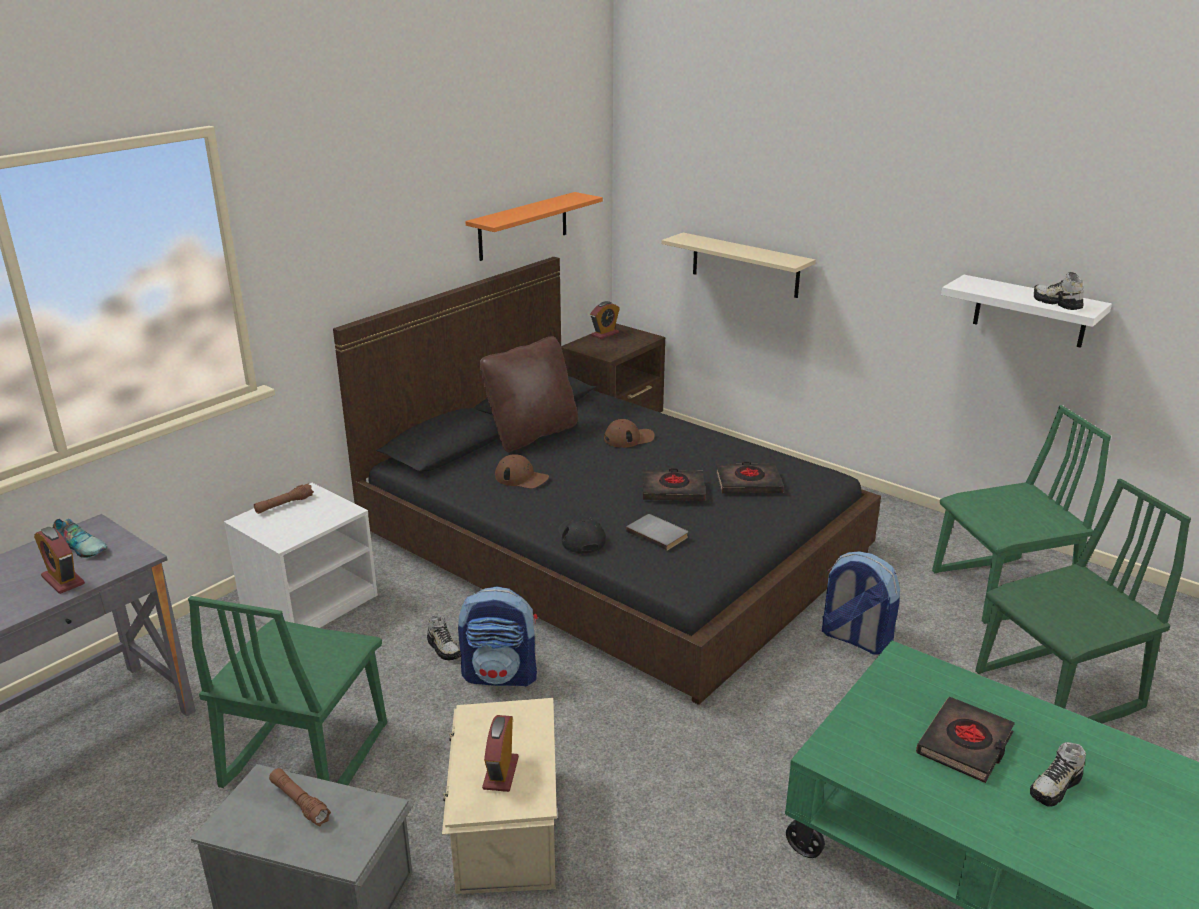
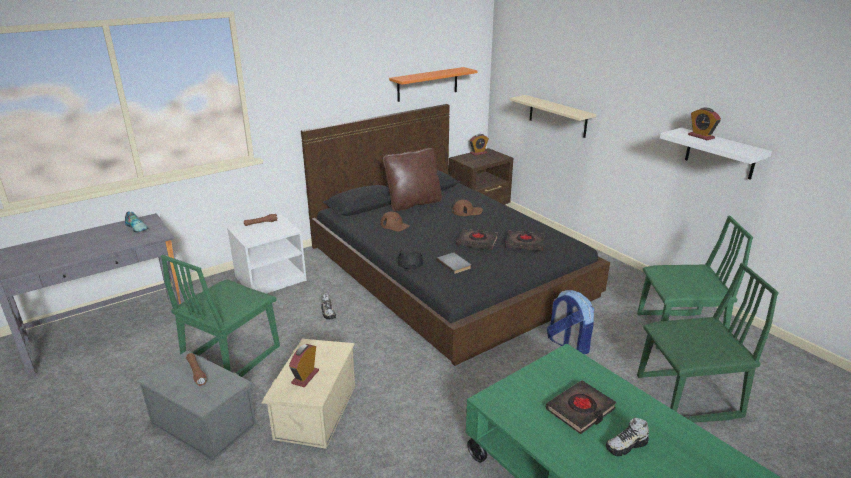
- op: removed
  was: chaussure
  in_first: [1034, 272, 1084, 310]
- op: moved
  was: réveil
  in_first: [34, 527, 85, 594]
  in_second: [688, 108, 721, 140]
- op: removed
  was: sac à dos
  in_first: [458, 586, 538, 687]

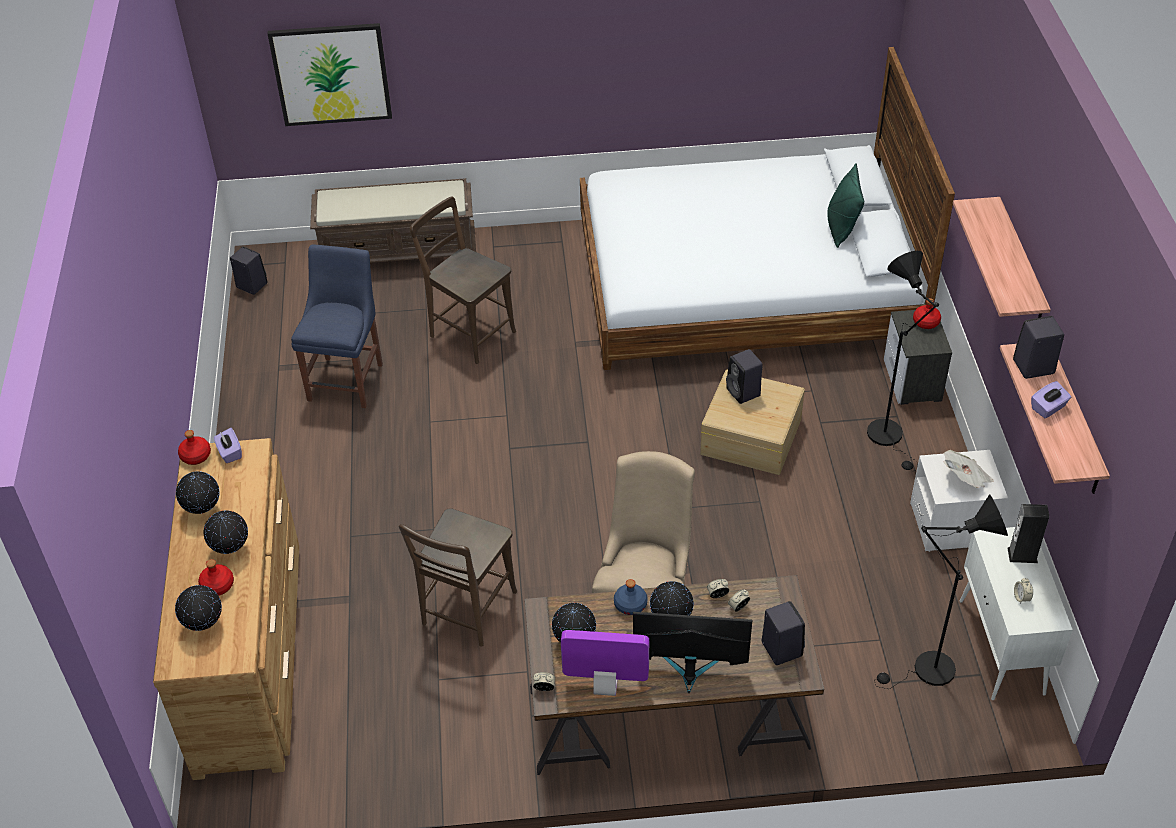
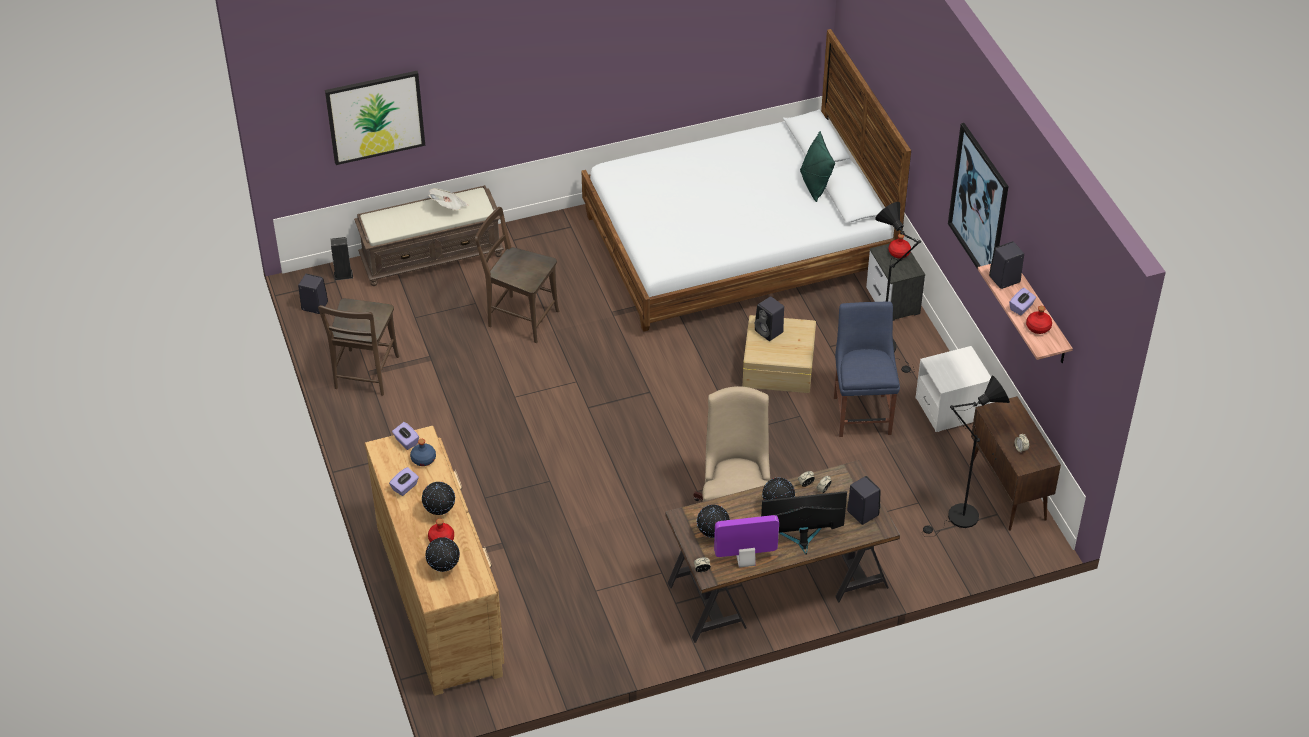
- op: replaced
  was: étagère
  now: tableau
  in_first: [953, 197, 1051, 318]
  in_second: [948, 123, 1009, 269]
- op: moved
  was: chaise [bleu]
  in_first: [291, 244, 383, 408]
  in_second: [833, 302, 900, 437]
- op: moved
  was: bouteille [rouge]
  in_first: [178, 430, 211, 465]
  in_second: [1026, 306, 1052, 334]
- op: moved
  was: journal
  in_first: [943, 450, 994, 488]
  in_second: [428, 188, 468, 211]
- op: replaced
  was: globe
  now: boîte à mouchoirs [violet]
  in_first: [176, 471, 220, 514]
  in_second: [389, 467, 419, 496]
- op: moved
  was: enceinte
  in_first: [1008, 504, 1049, 563]
  in_second: [330, 237, 353, 281]
- op: moved
  was: chaise [marron]
  in_first: [399, 508, 517, 647]
  in_second: [318, 298, 399, 396]
- op: recoloured
  was: meuble de rangement [blanc]
  now: meuble de rangement [marron]
  in_first: [960, 527, 1073, 700]
  in_second: [970, 396, 1061, 531]
- op: moved
  was: bouteille [bleu]
  in_first: [614, 579, 648, 615]
  in_second: [410, 439, 436, 466]

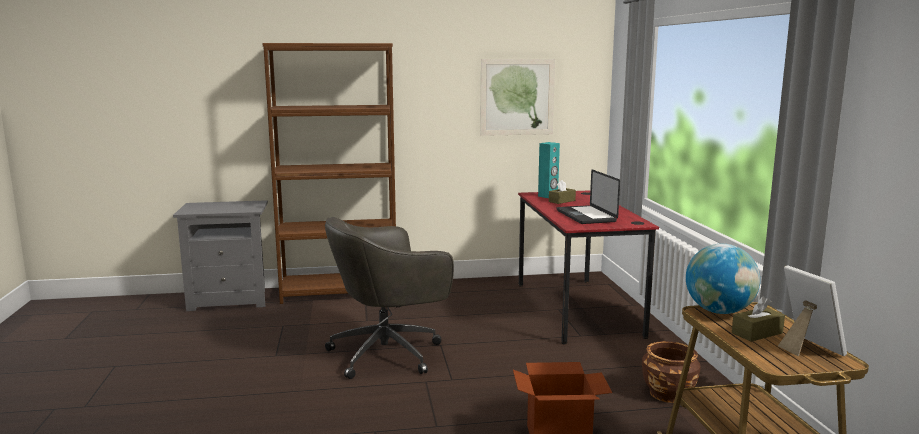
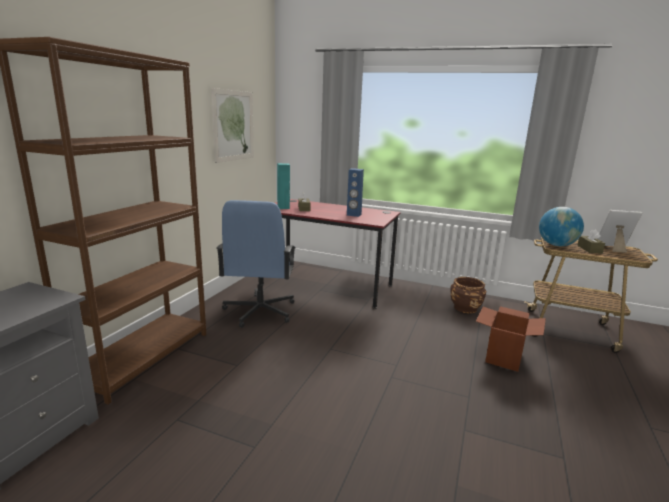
- op: replaced
  was: ordinateur portable
  now: enceinte [bleu]
  in_first: [556, 169, 620, 224]
  in_second: [347, 168, 364, 217]
- op: removed
  was: chaise de bureau [gris]
  in_first: [325, 217, 454, 379]
- op: added
  now: chaise de bureau [bleu]
  in_second: [216, 200, 296, 328]

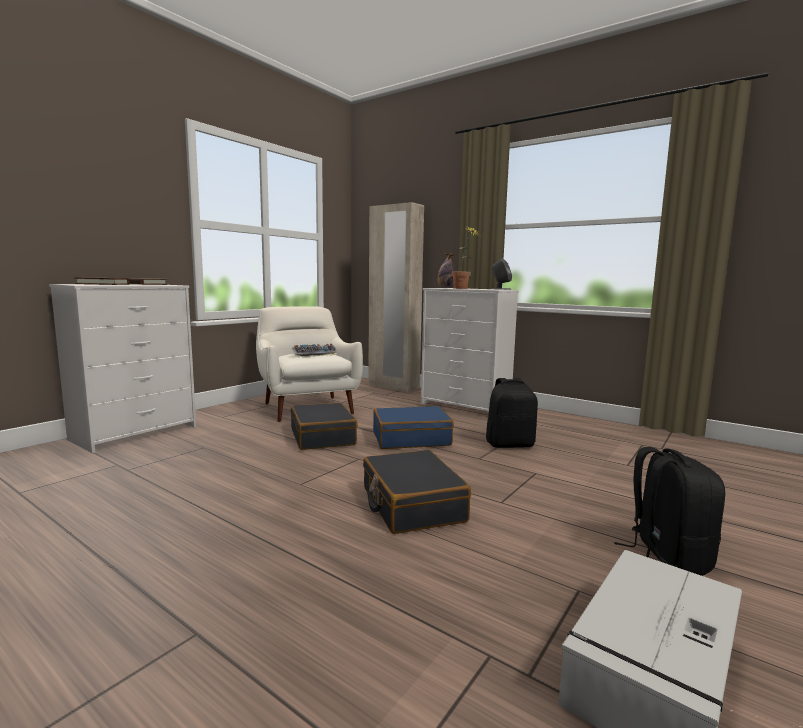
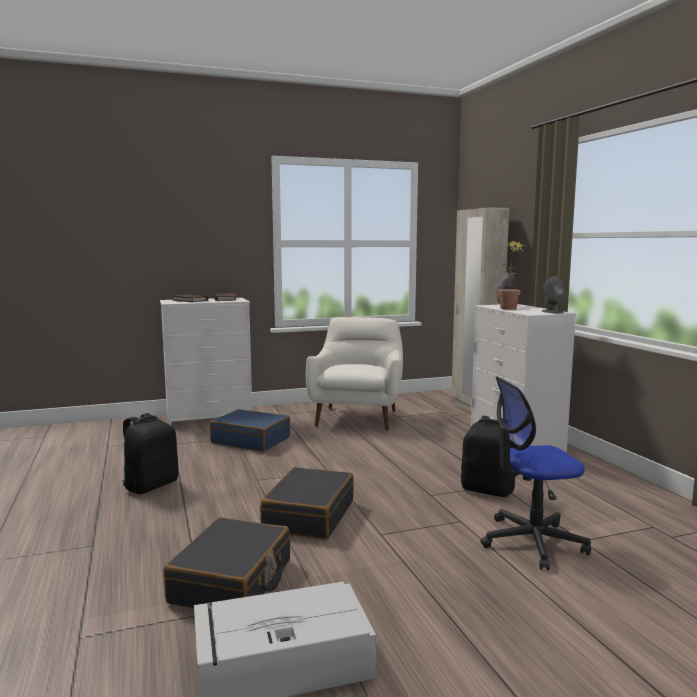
- op: removed
  was: clavier
  in_first: [291, 344, 338, 357]
- op: moved
  was: valise [noir]
  in_first: [291, 402, 358, 450]
  in_second: [163, 517, 290, 608]
- op: moved
  was: valise [bleu]
  in_first: [373, 406, 454, 449]
  in_second: [210, 409, 290, 451]
- op: moved
  was: sac à dos [noir]
  in_first: [614, 447, 725, 576]
  in_second: [123, 413, 178, 494]
- op: added
  now: chaise de bureau
  in_second: [480, 376, 591, 570]

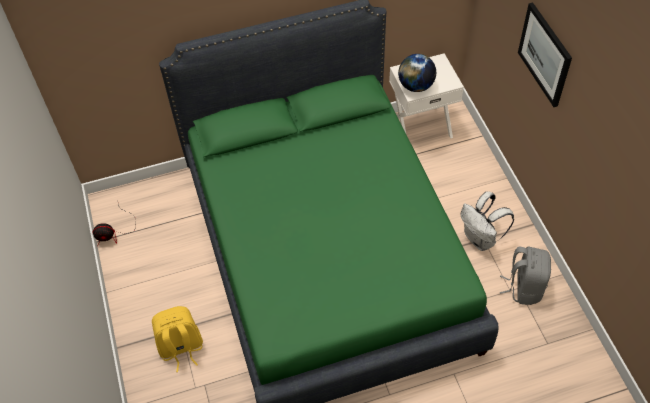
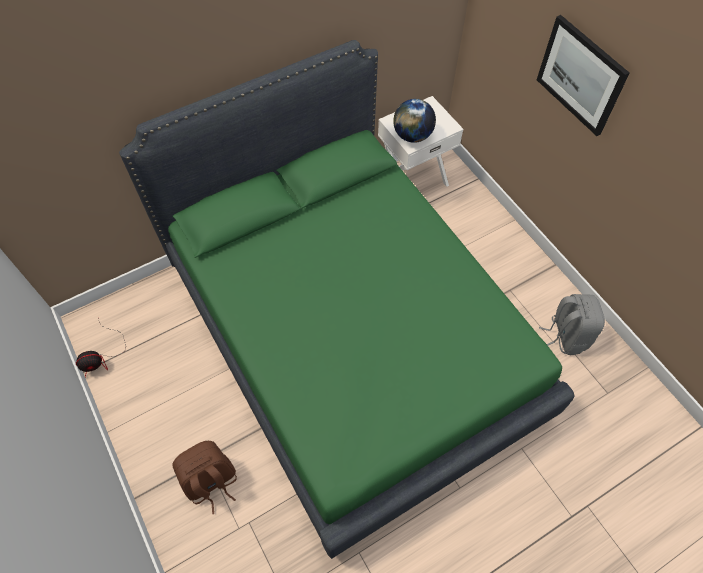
- op: removed
  was: sac à dos [blanc]
  in_first: [461, 191, 514, 251]
- op: recoloured
  was: sac à dos [jaune]
  now: sac à dos [marron]
  in_first: [152, 306, 203, 372]
  in_second: [172, 441, 237, 514]

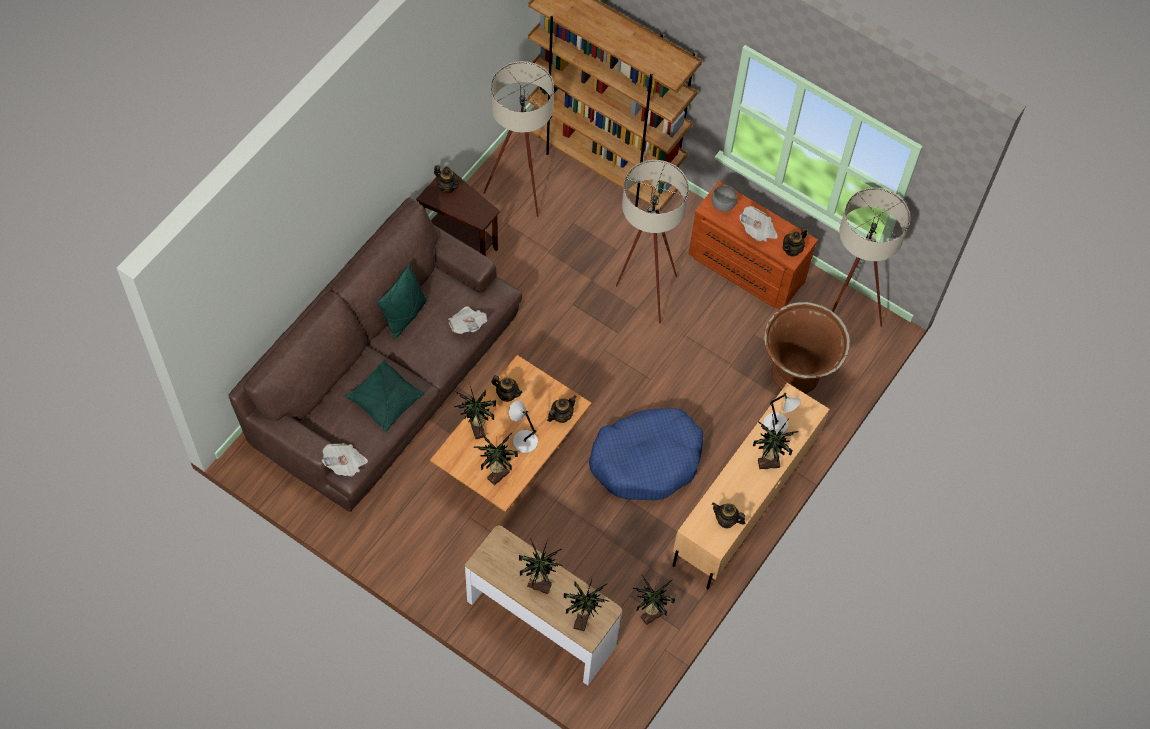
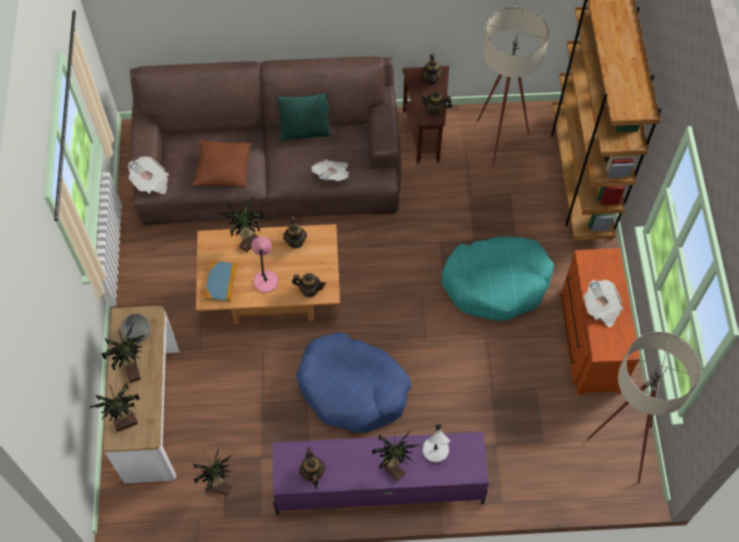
- op: replaced
  was: lampadaire [beige]
  now: panier pour chien [turquoise]
  in_first: [616, 160, 689, 324]
  in_second: [441, 237, 554, 321]
- op: moved
  was: bol [gris]
  in_first: [712, 185, 738, 212]
  in_second: [121, 314, 150, 343]
- op: moved
  was: théière
  in_first: [782, 227, 808, 257]
  in_second: [420, 91, 452, 116]
- op: removed
  was: cache-pot [marron]
  in_first: [764, 302, 850, 394]
- op: recoloured
  was: coussin [vert]
  now: coussin [marron]
  in_first: [344, 359, 425, 432]
  in_second: [192, 140, 252, 187]
- op: recoloured
  was: meuble télé [beige]
  now: meuble télé [violet]
  in_first: [673, 383, 830, 589]
  in_second: [272, 432, 489, 515]
- op: recoloured
  was: lampe de table [gris]
  now: lampe de table [rose]
  in_first: [509, 401, 538, 453]
  in_second: [251, 236, 278, 293]
- op: replaced
  was: plante en pot
  now: livre
  in_first: [474, 432, 518, 486]
  in_second: [204, 261, 237, 302]

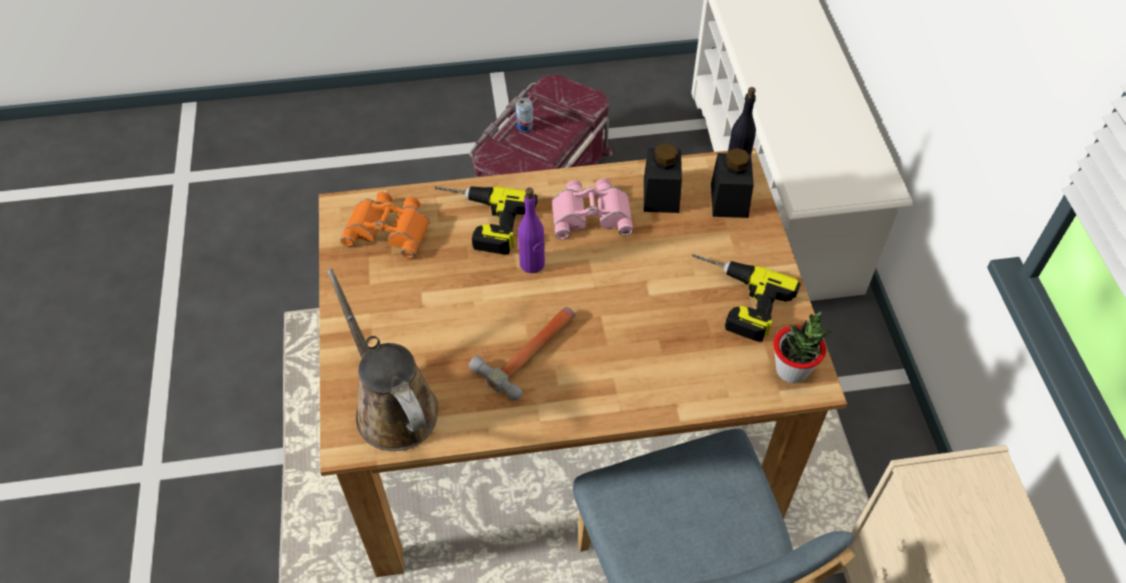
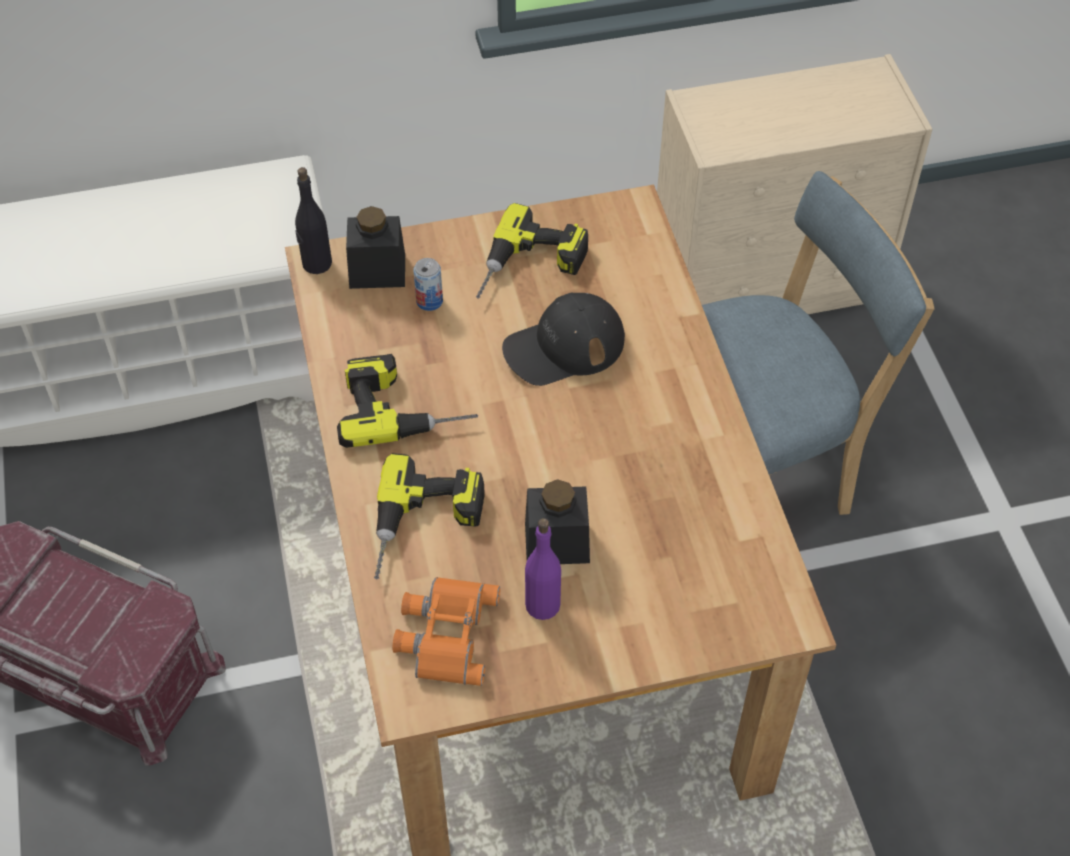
- op: moved
  was: boîte métallique
  in_first: [516, 98, 533, 131]
  in_second: [413, 258, 443, 311]
- op: moved
  was: bocal [noir]
  in_first: [644, 143, 682, 213]
  in_second: [525, 479, 590, 564]
- op: replaced
  was: jumelles [rose]
  now: perceuse
  in_first: [552, 179, 633, 239]
  in_second: [337, 354, 478, 448]
- op: moved
  was: bouteille [violet]
  in_first: [518, 188, 545, 273]
  in_second: [525, 518, 561, 620]
- op: removed
  was: arrosoir [marron]
  in_first: [327, 269, 438, 451]
- op: removed
  was: marteau
  in_first: [469, 307, 576, 401]
- op: removed
  was: plante en pot
  in_first: [773, 311, 832, 383]
- op: added
  now: casquette [noir]
  in_second: [502, 293, 625, 386]

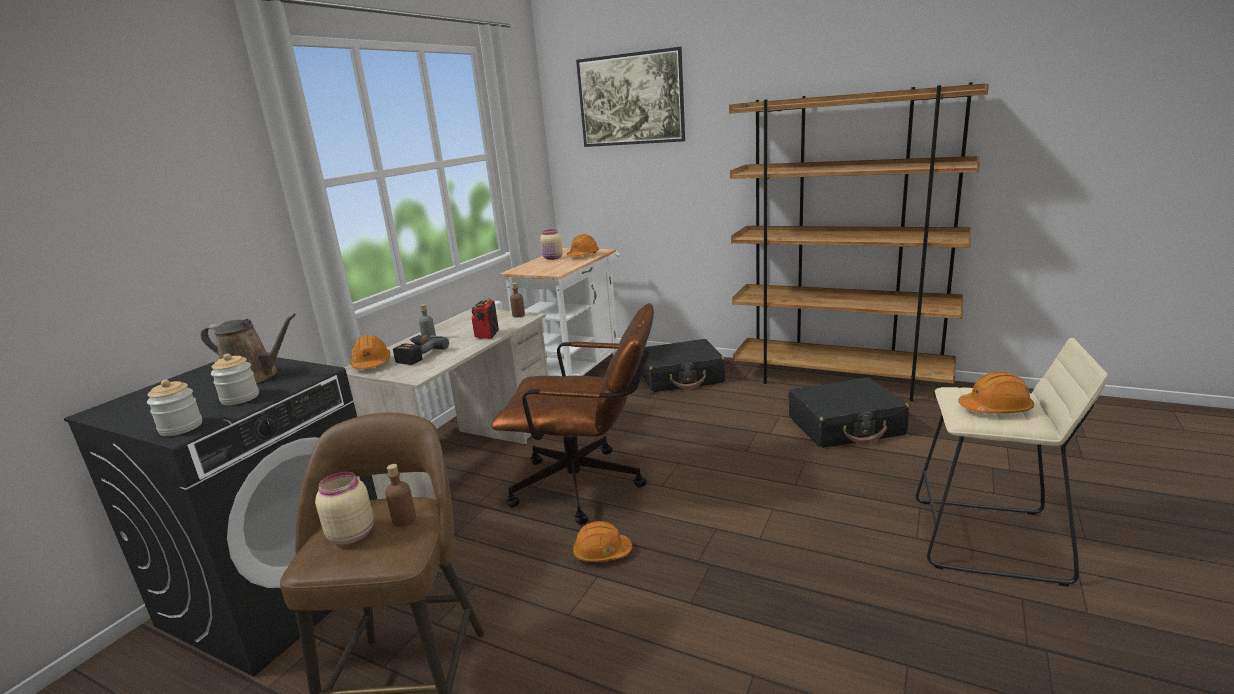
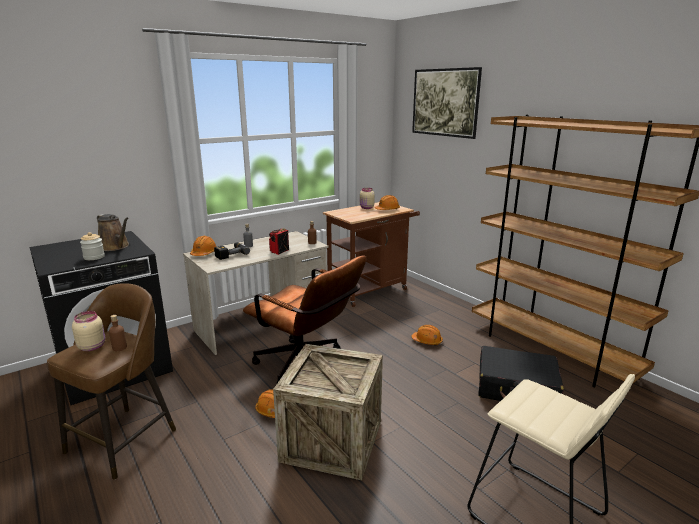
- op: recoloured
  was: chariot [blanc]
  now: chariot [marron]
  in_first: [500, 248, 620, 376]
  in_second: [323, 202, 420, 307]
- op: removed
  was: valise [noir]
  in_first: [642, 339, 725, 392]
- op: moved
  was: casque de chantier [orange]
  in_first: [958, 372, 1034, 413]
  in_second: [411, 325, 443, 346]
- op: removed
  was: bocal
  in_first: [147, 380, 202, 436]
- op: added
  now: caisse
  in_second: [273, 344, 383, 480]

